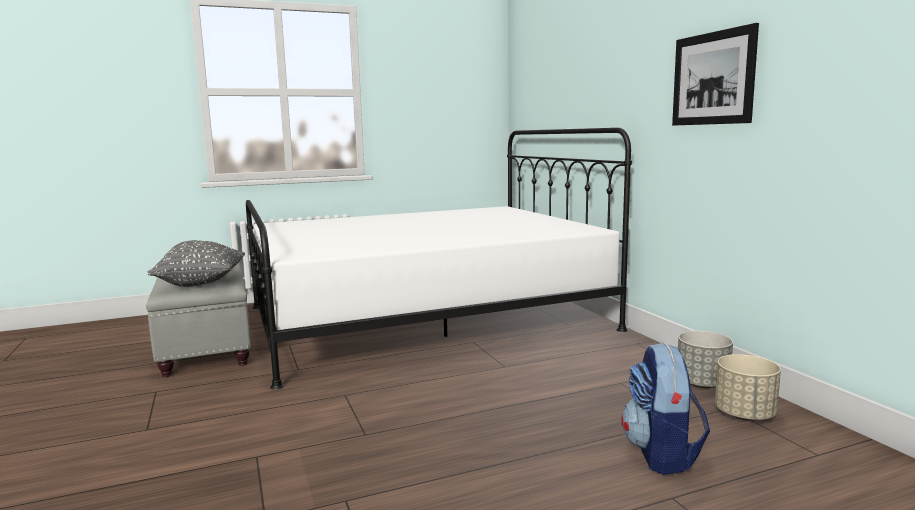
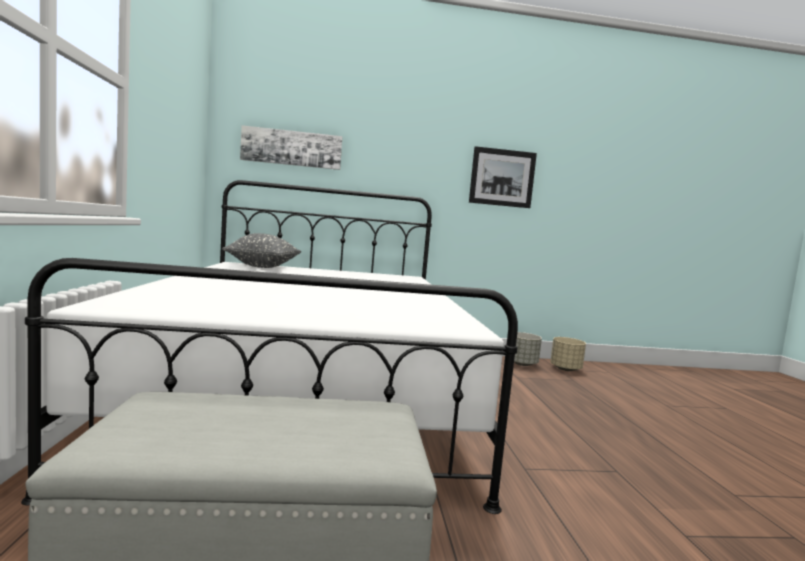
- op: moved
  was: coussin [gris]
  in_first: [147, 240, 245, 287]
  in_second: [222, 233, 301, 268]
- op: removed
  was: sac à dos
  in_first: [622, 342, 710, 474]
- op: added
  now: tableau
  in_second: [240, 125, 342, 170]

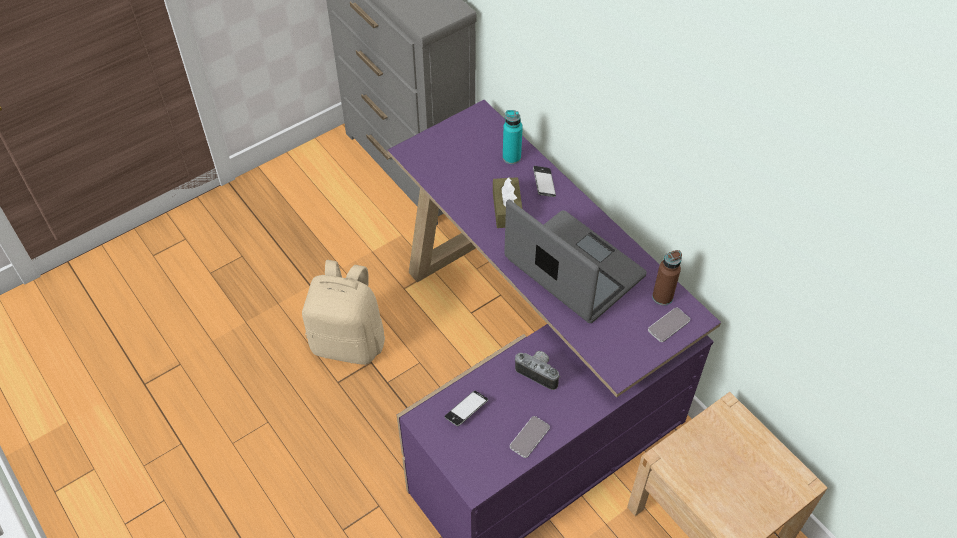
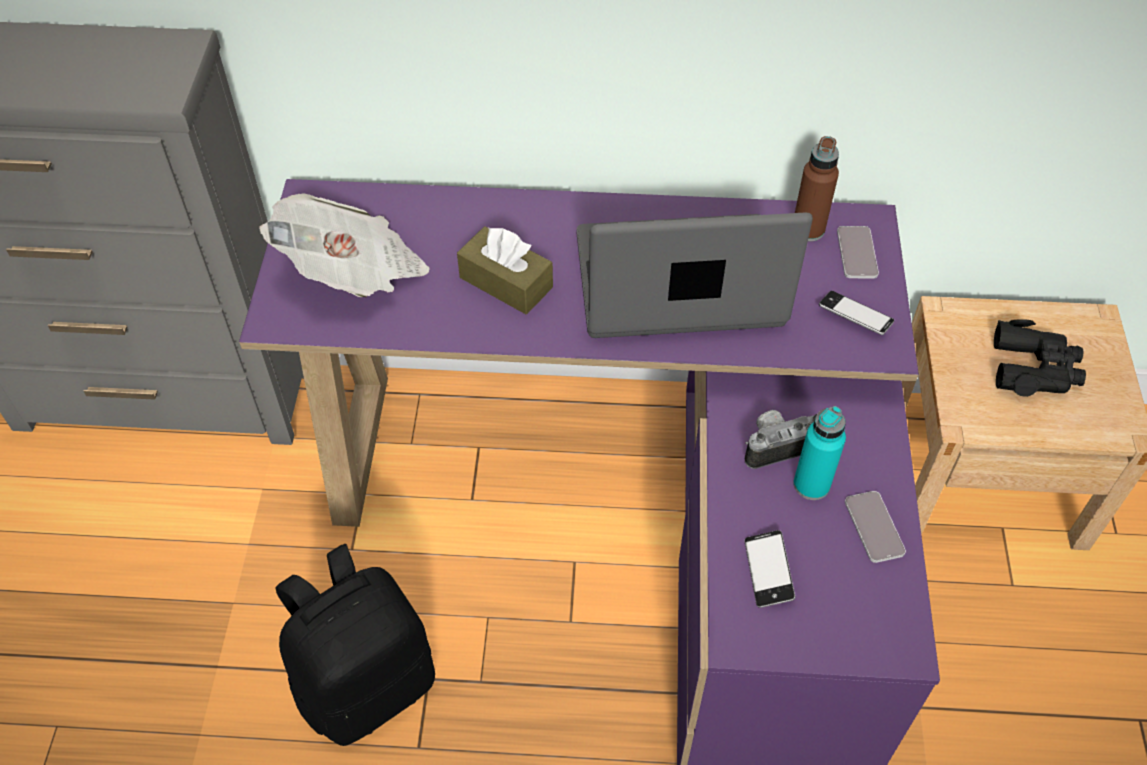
- op: moved
  was: bouteille [turquoise]
  in_first: [503, 110, 523, 164]
  in_second: [793, 406, 846, 500]
- op: moved
  was: téléphone
  in_first: [533, 166, 556, 197]
  in_second: [819, 291, 894, 335]
- op: recoloured
  was: sac à dos [beige]
  now: sac à dos [noir]
  in_first: [302, 260, 385, 365]
  in_second: [275, 544, 435, 746]
- op: added
  now: journal
  in_second: [259, 193, 430, 298]
- op: added
  now: jumelles [noir]
  in_second: [994, 319, 1086, 397]

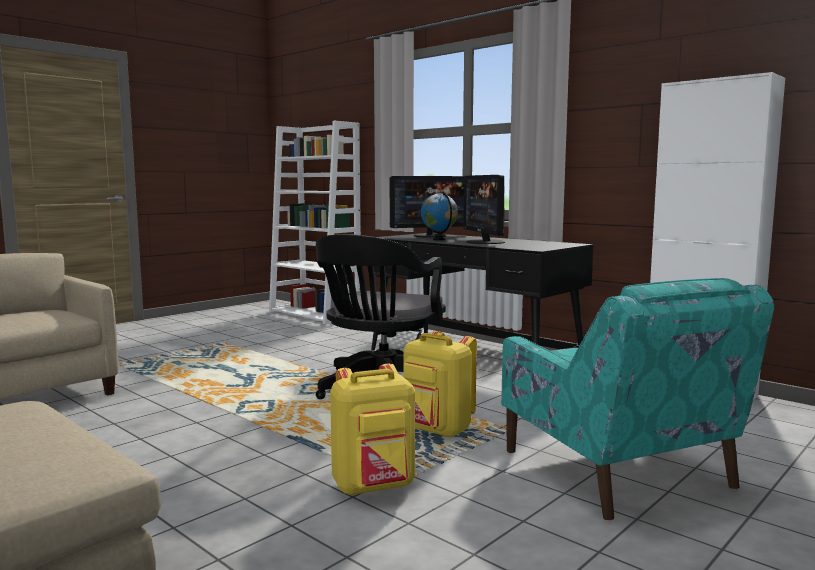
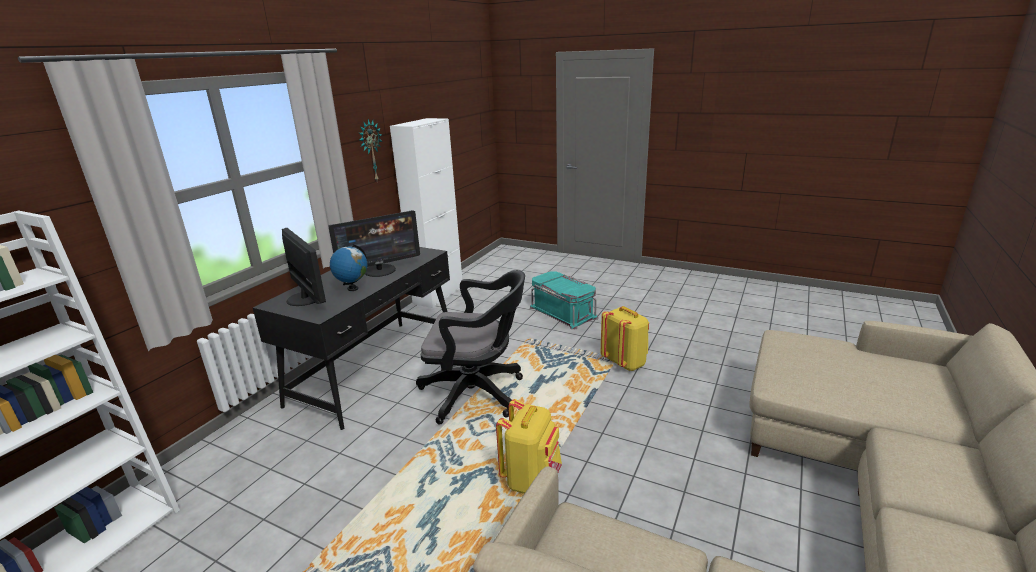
- op: replaced
  was: fauteuil [turquoise]
  now: boîte de rangement [turquoise]
  in_first: [501, 278, 774, 521]
  in_second: [530, 271, 598, 329]
- op: moved
  was: sac à dos [jaune]
  in_first: [403, 331, 477, 437]
  in_second: [496, 399, 562, 494]
- op: added
  now: horloge murale
  in_second: [359, 119, 382, 181]

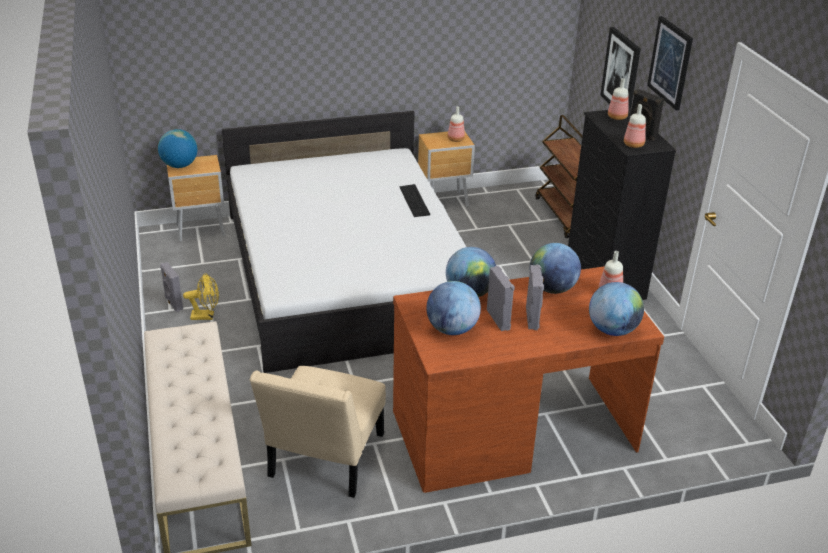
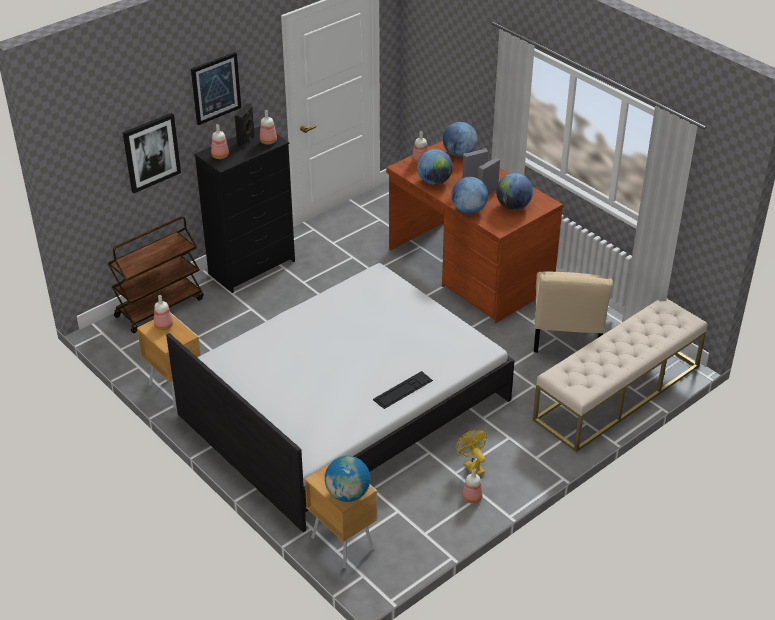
- op: moved
  was: clavier
  in_first: [399, 184, 430, 217]
  in_second: [373, 371, 433, 409]
- op: replaced
  was: enceinte [gris]
  now: bouteille
  in_first: [160, 262, 183, 312]
  in_second: [462, 469, 482, 504]
- op: turned
  was: chaise [beige]
  in_first: [250, 366, 386, 498]
  in_second: [534, 272, 613, 353]
  clockwise: 105

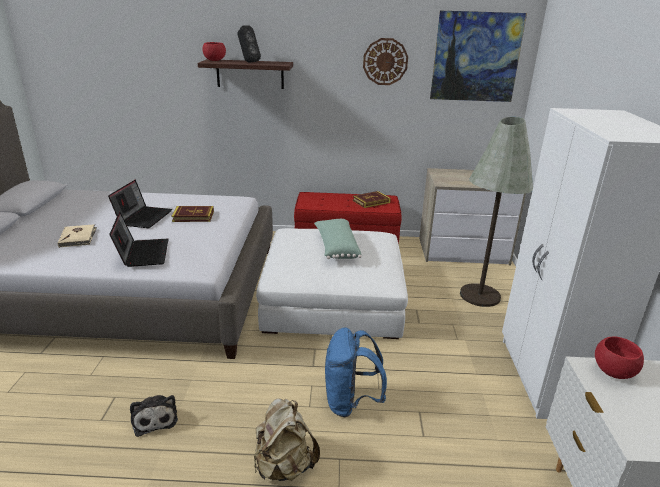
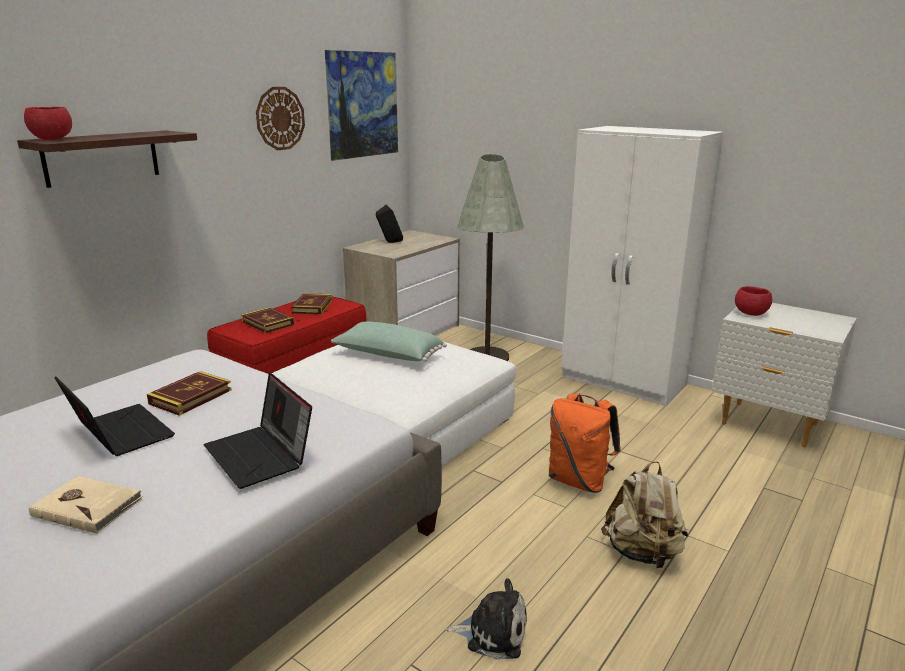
- op: moved
  was: enceinte [noir]
  in_first: [237, 25, 261, 63]
  in_second: [376, 205, 403, 243]
- op: turned
  was: ordinateur portable
  in_first: [109, 212, 169, 267]
  in_second: [204, 373, 312, 489]
  clockwise: -150
- op: recoloured
  was: sac à dos [bleu]
  now: sac à dos [orange]
  in_first: [325, 327, 387, 417]
  in_second: [549, 393, 621, 493]
- op: added
  now: livre
  in_second: [241, 307, 294, 333]

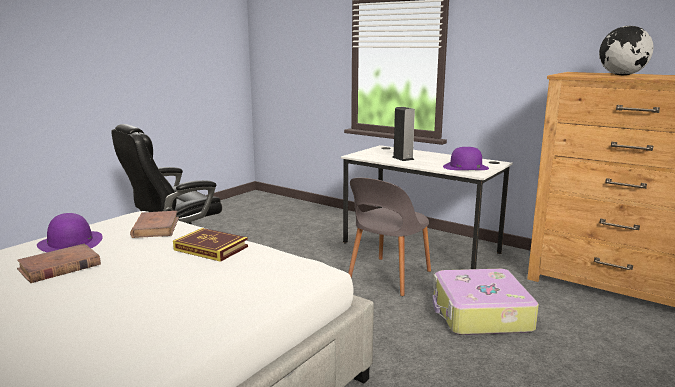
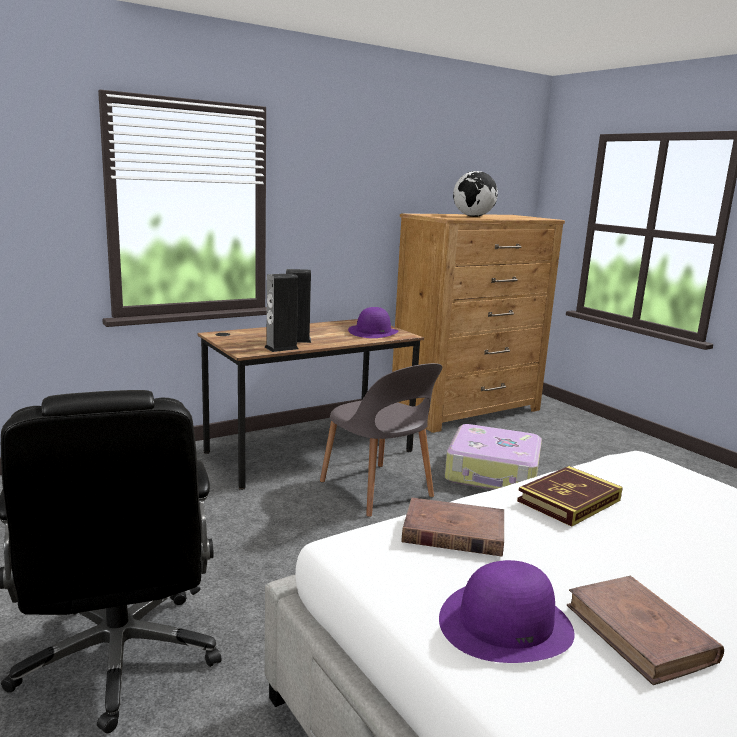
- op: recoloured
  was: bureau [blanc]
  now: bureau [marron]
  in_first: [341, 145, 513, 269]
  in_second: [197, 319, 424, 490]
- op: added
  now: enceinte
  in_second: [264, 273, 299, 352]

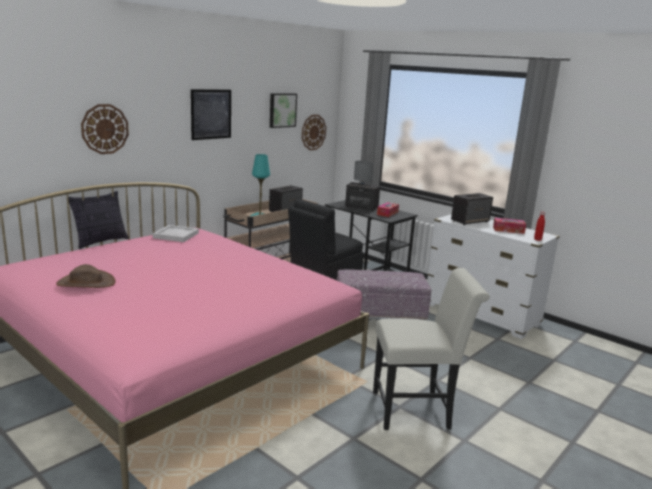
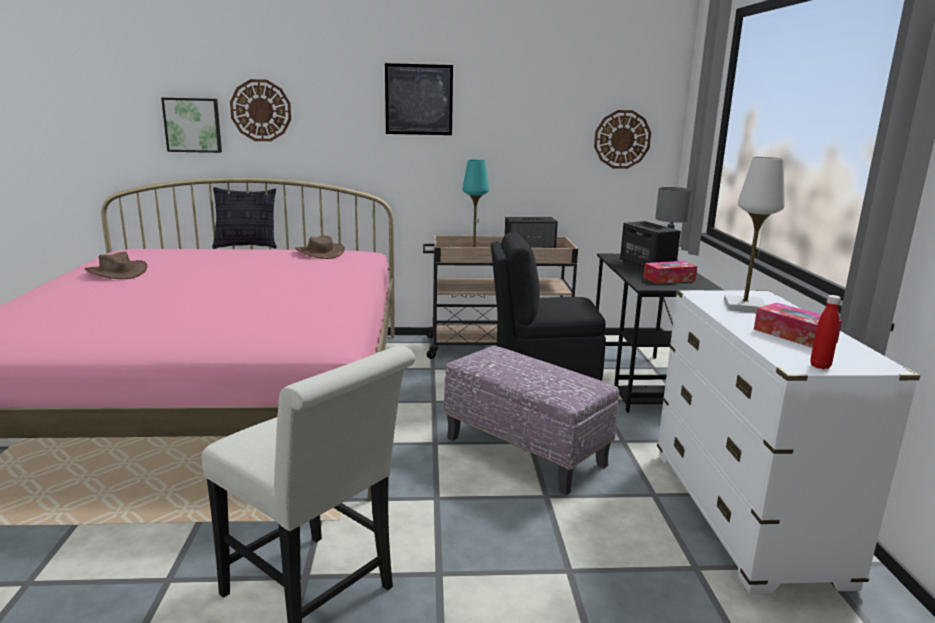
- op: moved
  was: tableau
  in_first: [270, 93, 297, 128]
  in_second: [161, 98, 222, 153]
- op: replaced
  was: enceinte
  now: lampe de table [blanc]
  in_first: [451, 193, 493, 225]
  in_second: [724, 157, 785, 312]
- op: replaced
  was: plateau [blanc]
  now: chapeau [marron]
  in_first: [153, 225, 199, 242]
  in_second: [295, 235, 345, 259]

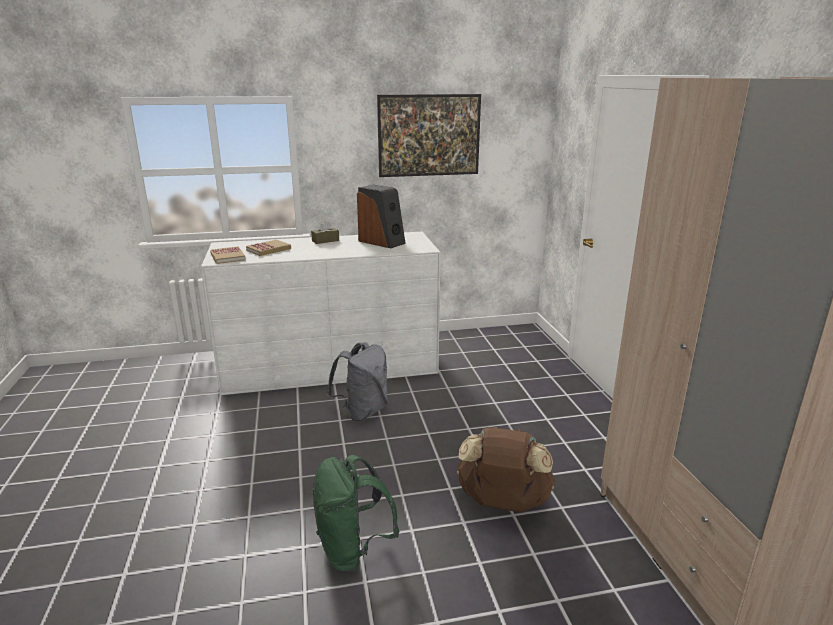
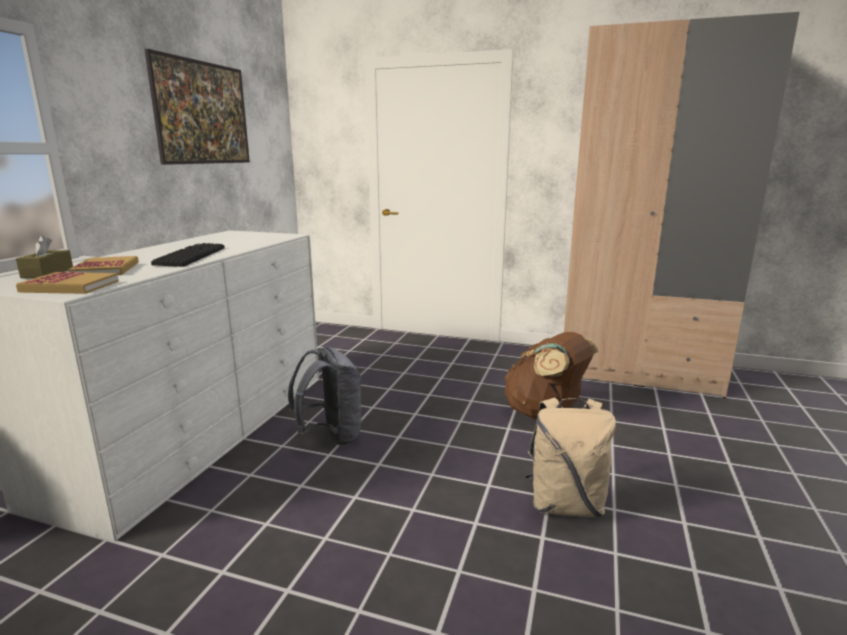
- op: removed
  was: enceinte
  in_first: [357, 184, 406, 248]
- op: moved
  was: boîte à mouchoirs [marron]
  in_first: [311, 221, 339, 244]
  in_second: [16, 235, 73, 278]
- op: recoloured
  was: sac à dos [vert]
  now: sac à dos [beige]
  in_first: [313, 455, 399, 572]
  in_second: [526, 397, 616, 517]
- op: added
  now: clavier
  in_second: [151, 243, 225, 267]

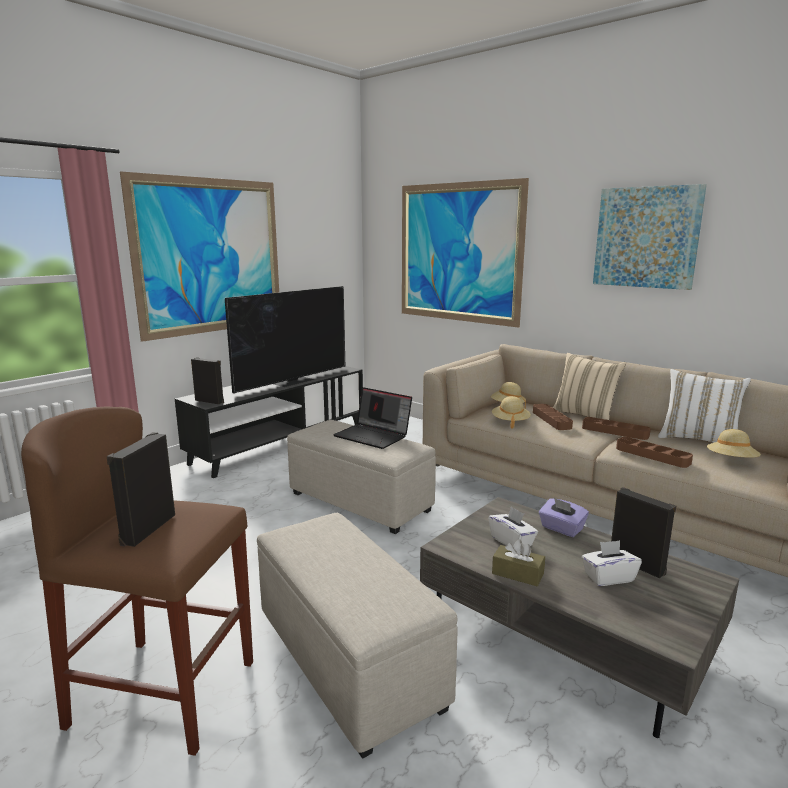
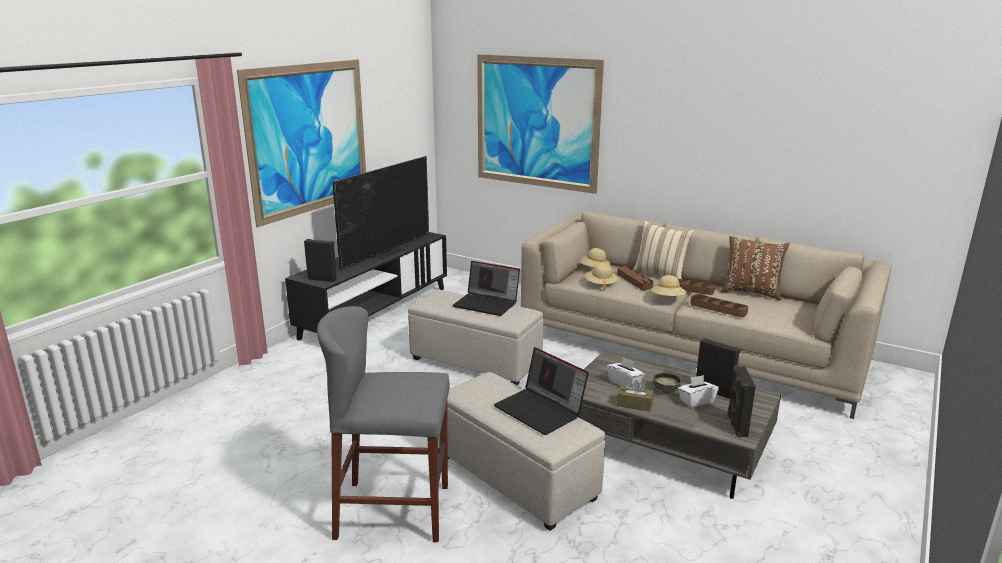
- op: removed
  was: tableau
  in_first: [593, 184, 707, 290]
- op: recoloured
  was: coussin [blanc]
  now: coussin [marron]
  in_first: [658, 369, 751, 443]
  in_second: [721, 236, 789, 301]
- op: recoloured
  was: tabouret [marron]
  now: tabouret [gris]
  in_first: [21, 406, 253, 756]
  in_second: [317, 306, 450, 542]
- op: moved
  was: chapeau [beige]
  in_first: [707, 429, 761, 458]
  in_second: [651, 275, 687, 296]
- op: moved
  was: enceinte [noir]
  in_first: [107, 432, 175, 547]
  in_second: [727, 365, 756, 438]
- op: removed
  was: boîte à mouchoirs [violet]
  in_first: [539, 498, 589, 537]
- op: added
  now: ordinateur portable
  in_second: [494, 347, 589, 435]
- op: added
  now: bol
  in_second: [653, 372, 681, 393]

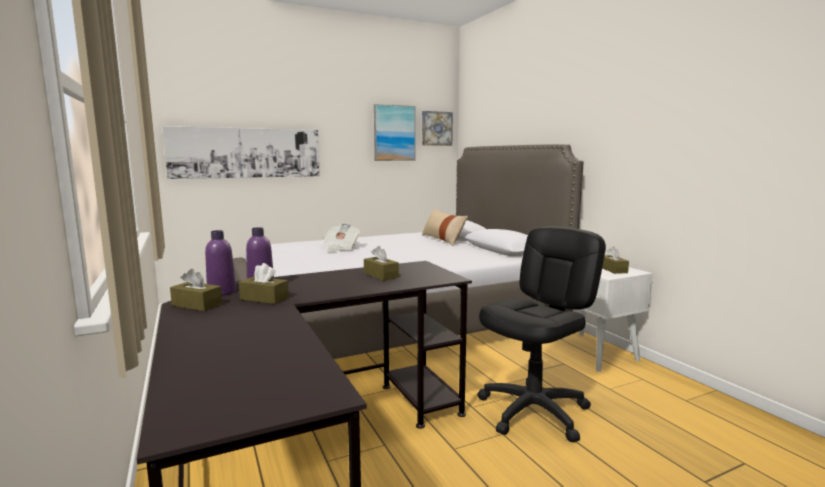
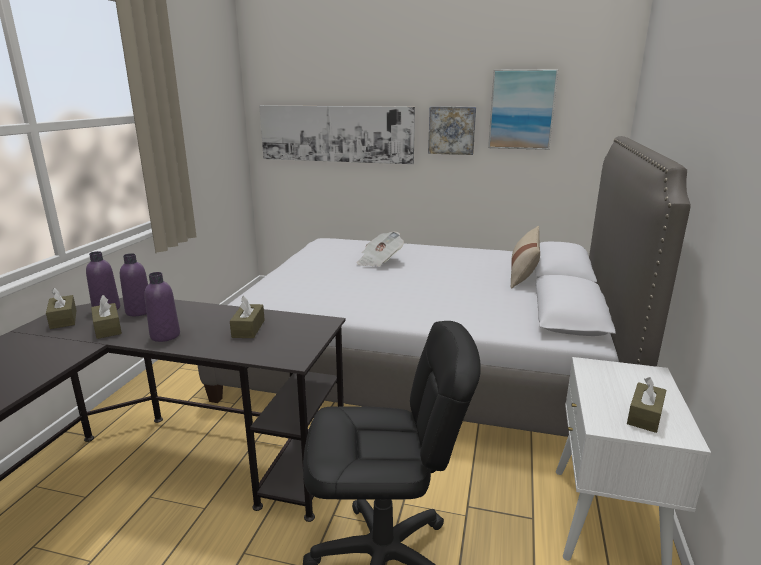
- op: moved
  was: tableau
  in_first: [422, 111, 453, 146]
  in_second: [428, 106, 476, 155]
- op: added
  now: bouteille [violet]
  in_second: [144, 272, 180, 342]

